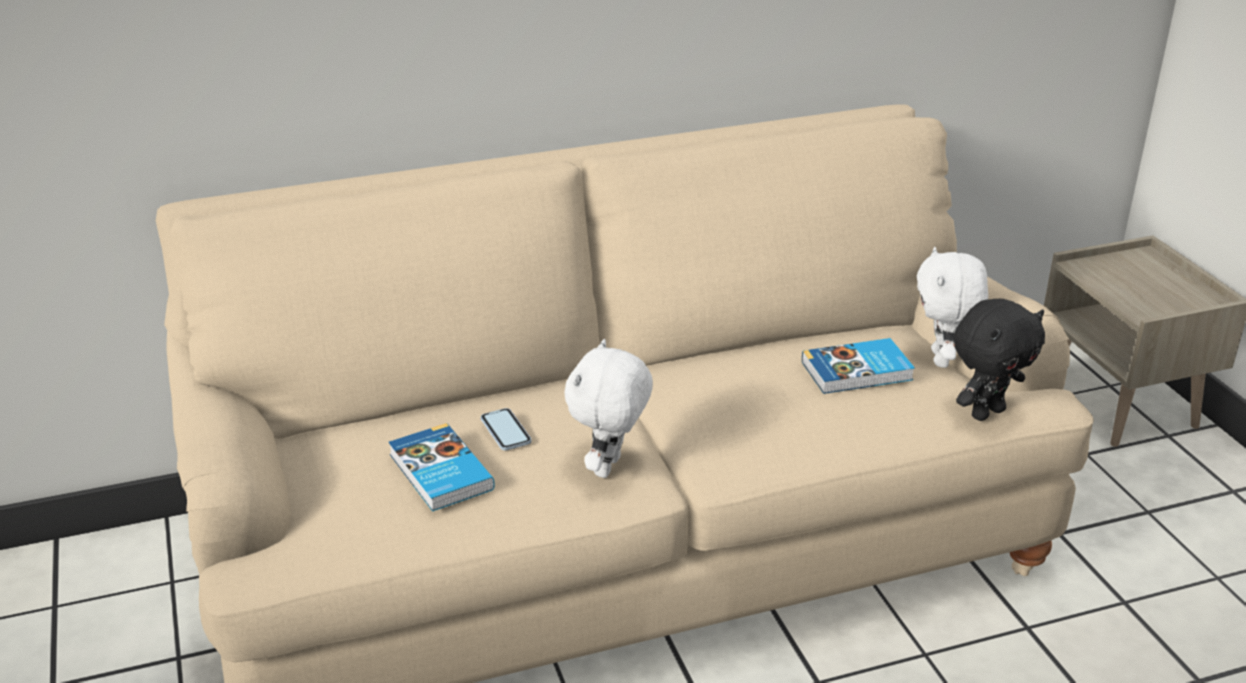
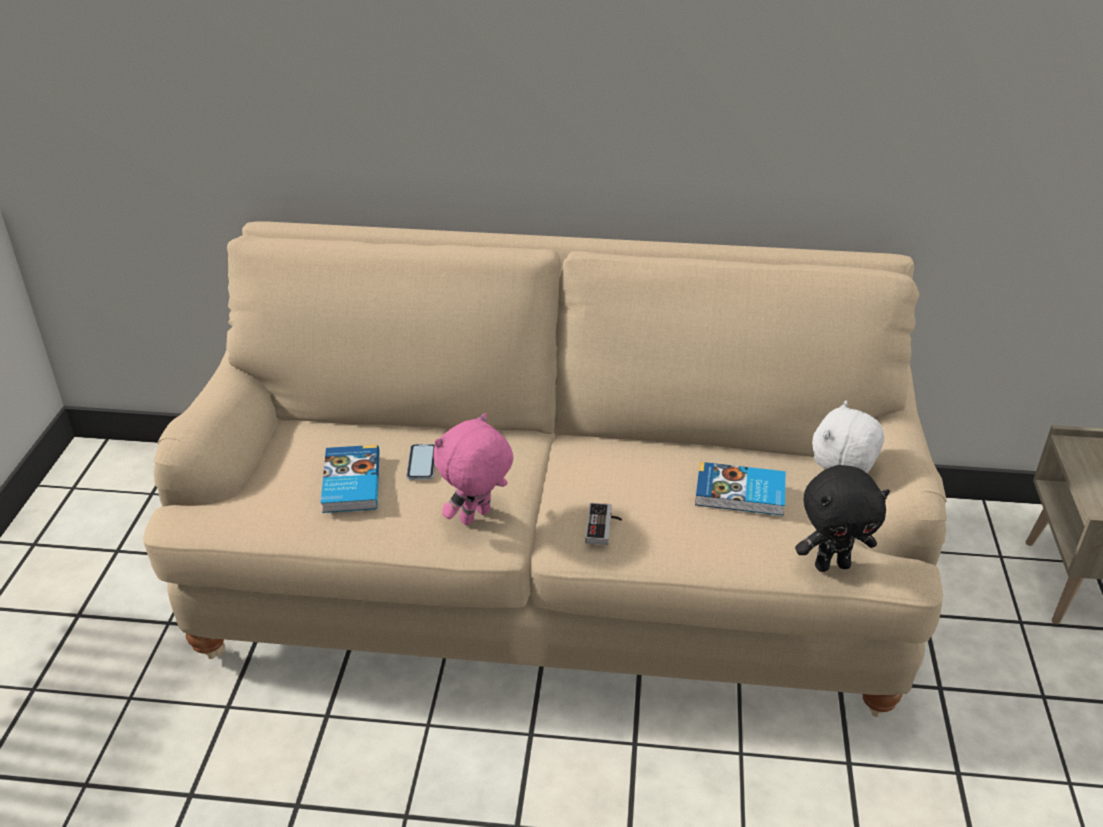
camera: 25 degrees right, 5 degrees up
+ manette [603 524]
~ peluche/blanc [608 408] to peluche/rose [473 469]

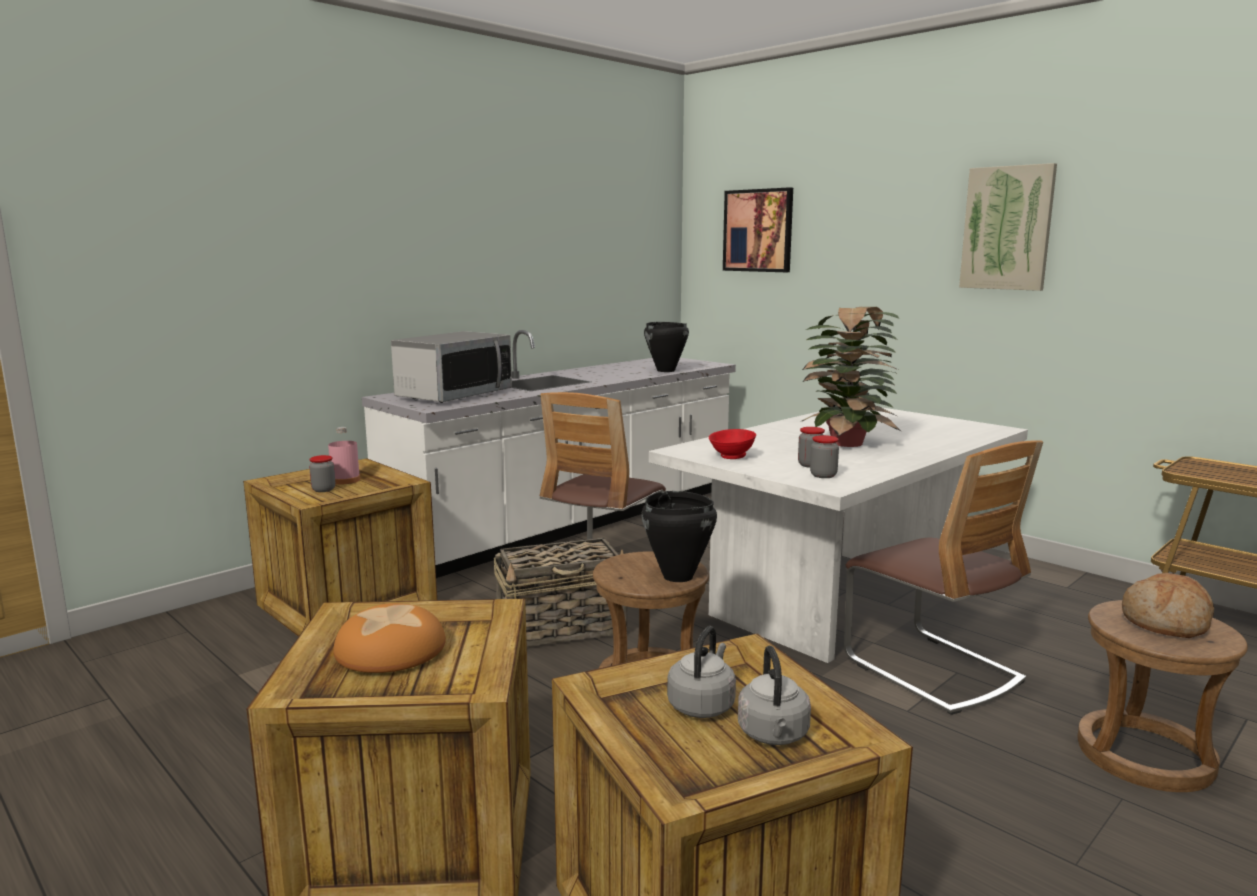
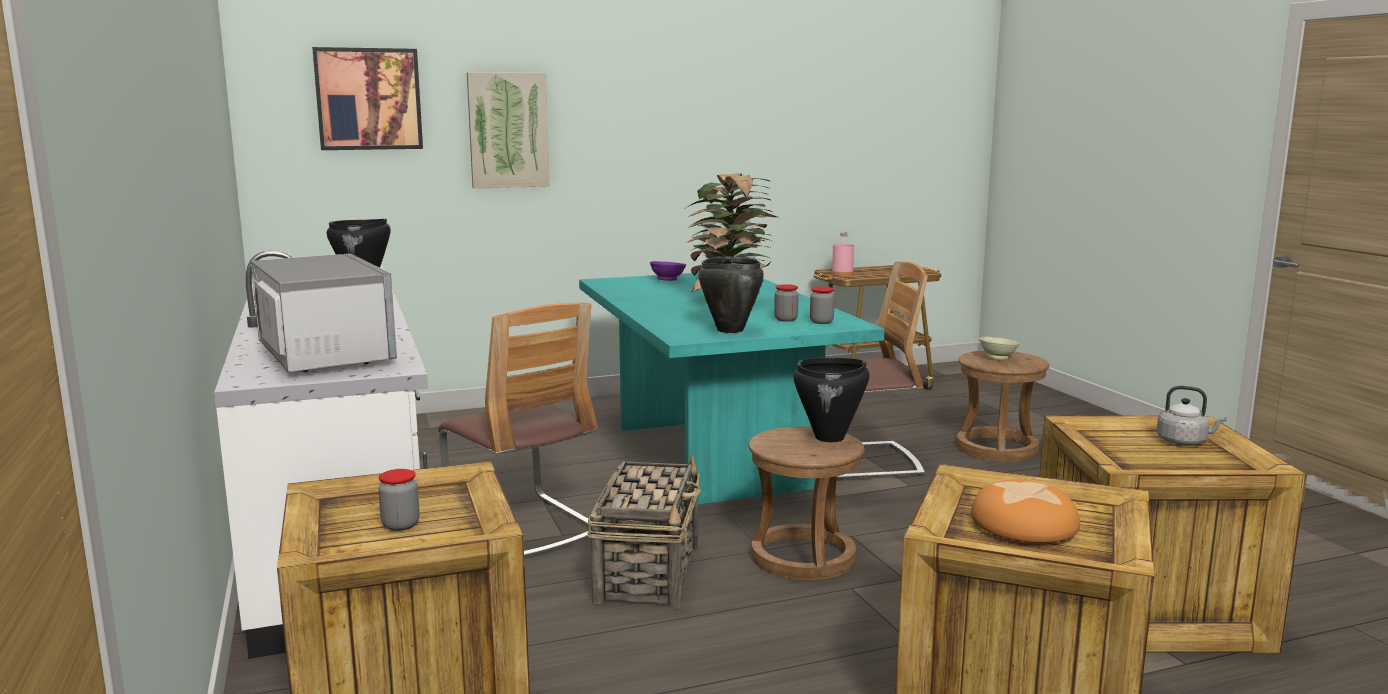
camera: 65 degrees left, 0 degrees up
- bouilloire/gris [701 672]
+ bol/violet [668 271]
~ bouteille/rose [344 455] to [843 254]
~ tableau [1008 227] to [508 130]
~ bol/rouge [732 444] to marmite/noir [731 294]
~ pain [1168 605] to bol/beige [999 348]
~ table à manger/blanc [838 535] to table à manger/turquoise [732 388]

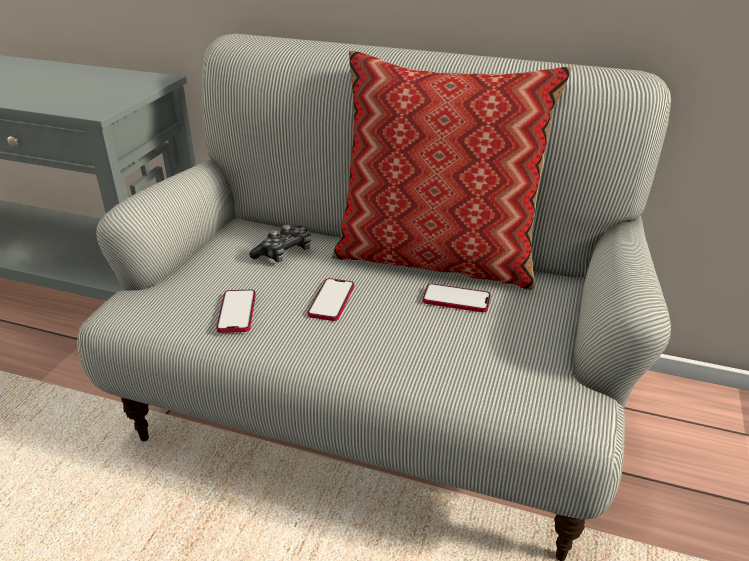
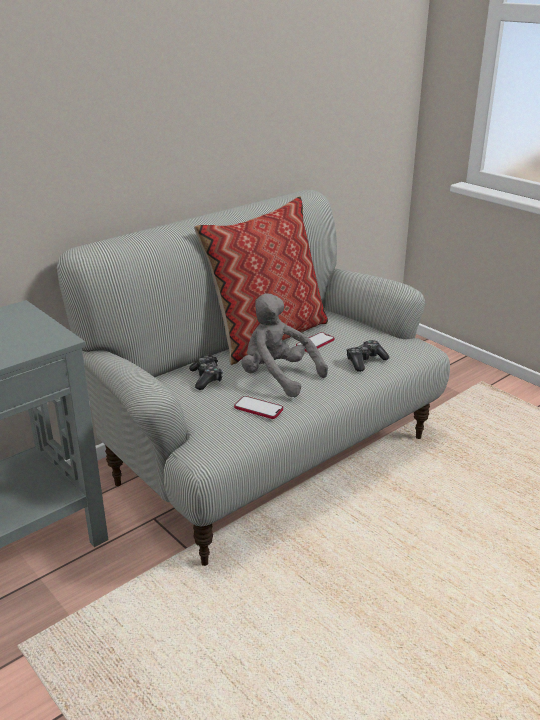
camera: 60 degrees left, 5 degrees down
+ manette [368 356]
~ téléphone [331 299] to peluche/gris [285 345]

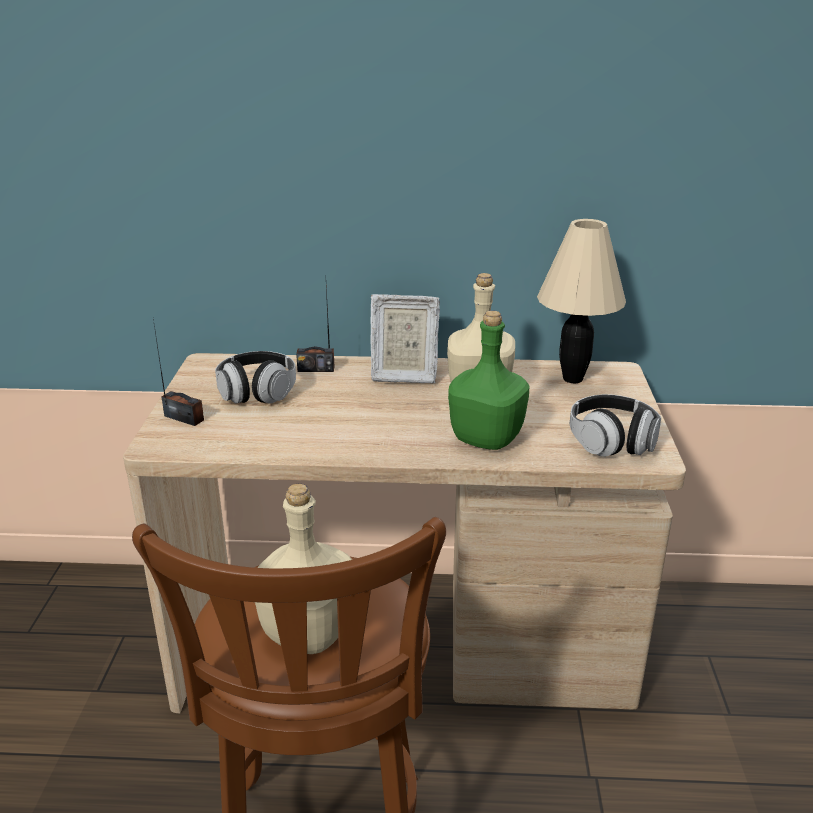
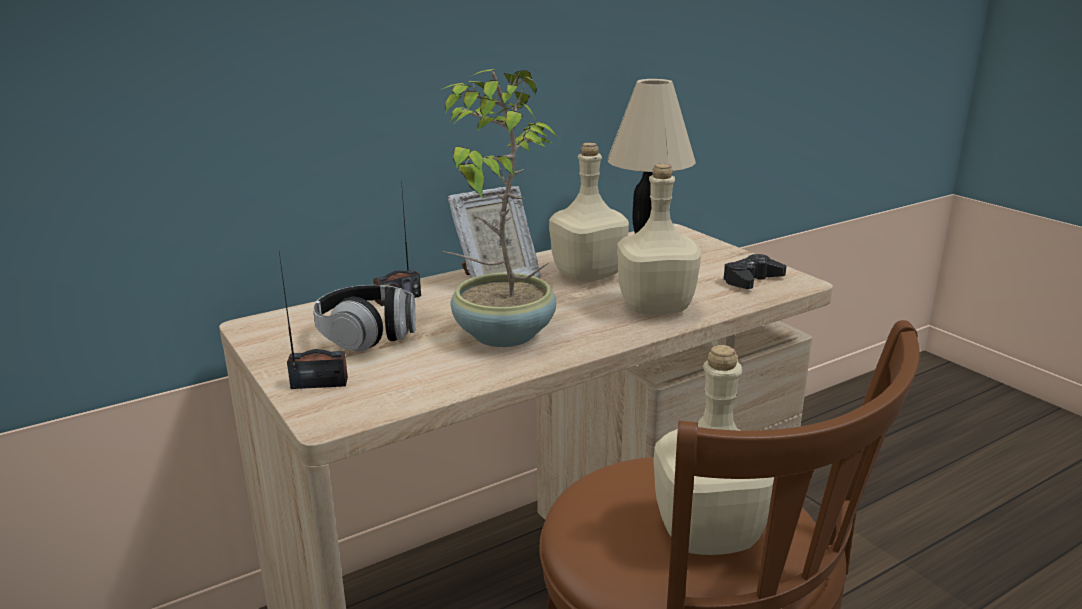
camera: 35 degrees left, 5 degrees down
+ plante en pot [499 208]
~ casque audio [615 425] to manette/noir [754 271]
~ bouteille/vert [489 380] to bouteille/beige [659 239]

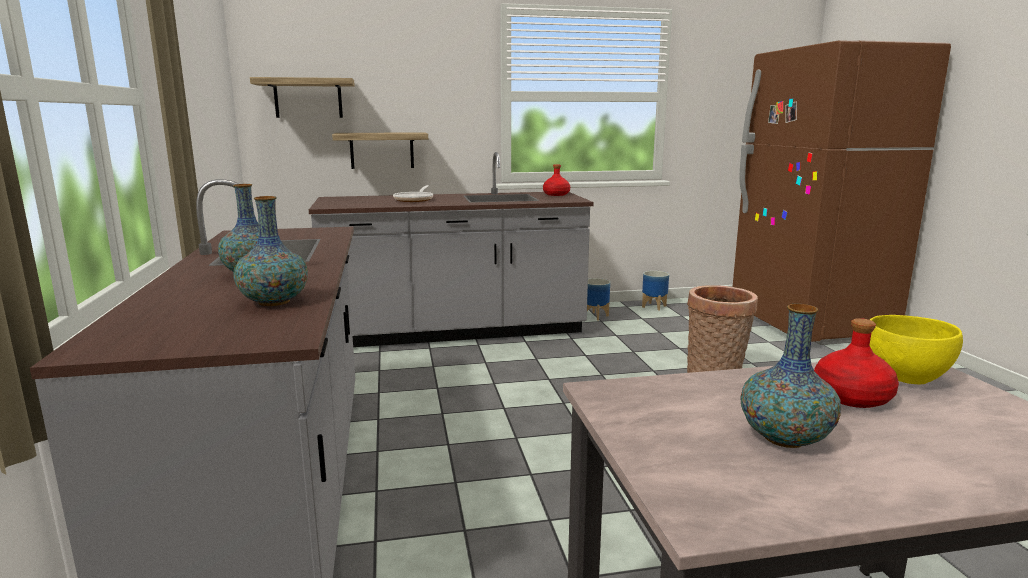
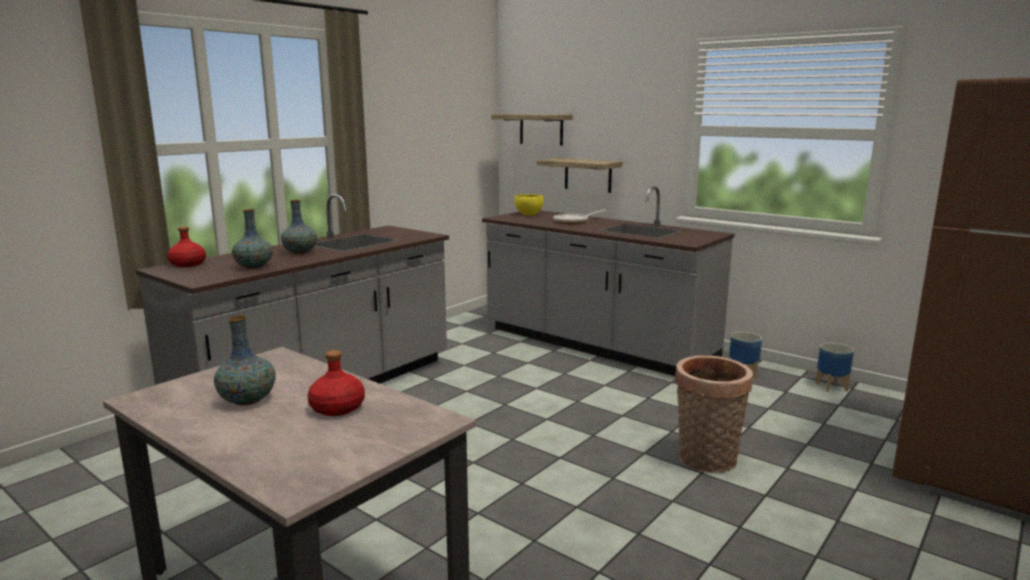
camera: 50 degrees right, 0 degrees up
~ bouteille/rouge [556 180] to [186 247]
~ bol/jaune [916 349] to [529 204]

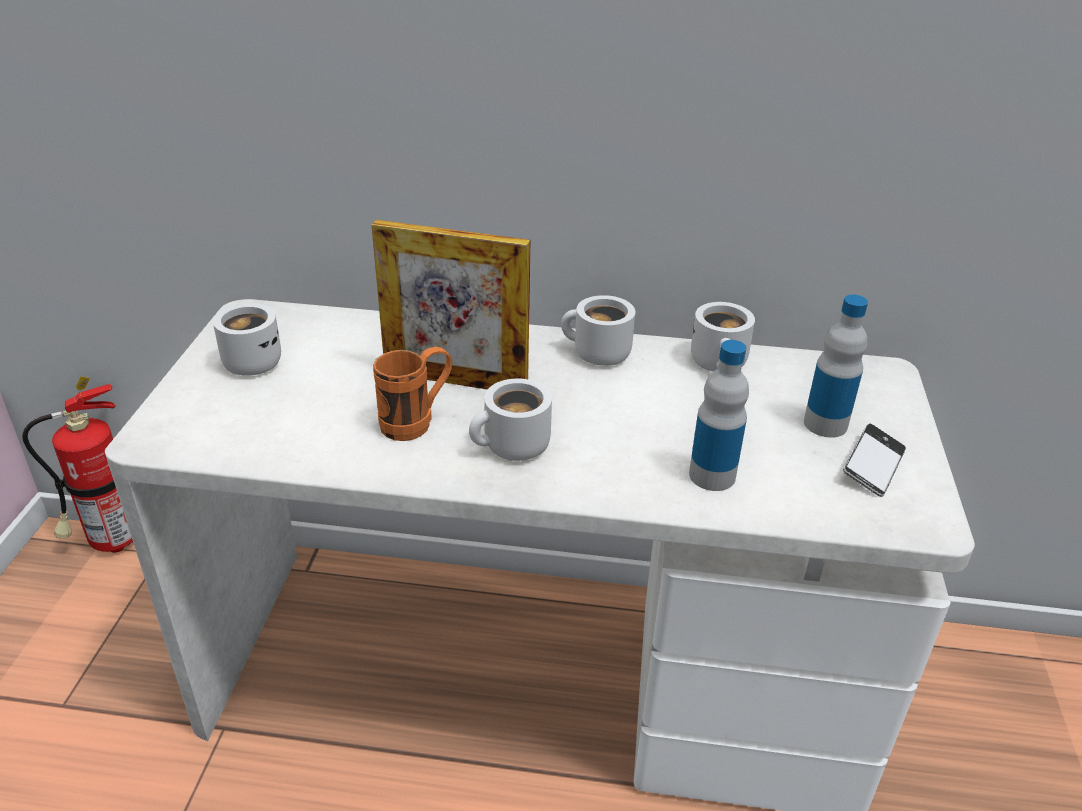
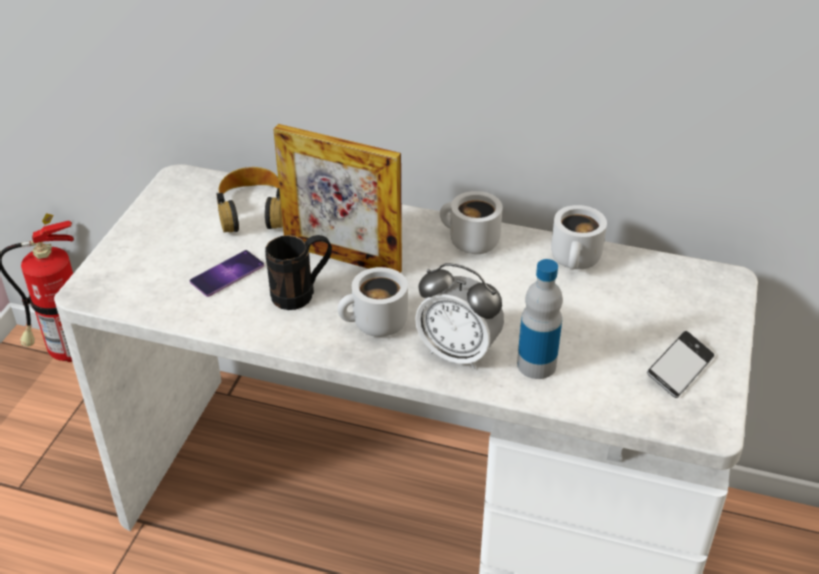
camera: 10 degrees right, 5 degrees up
- mug/blanc [247 339]
- bouteille [836 366]
+ téléphone [227 273]
+ casque audio [249 200]
+ réveil [459 316]
~ mug/orange [412 394] to mug/noir [298 272]

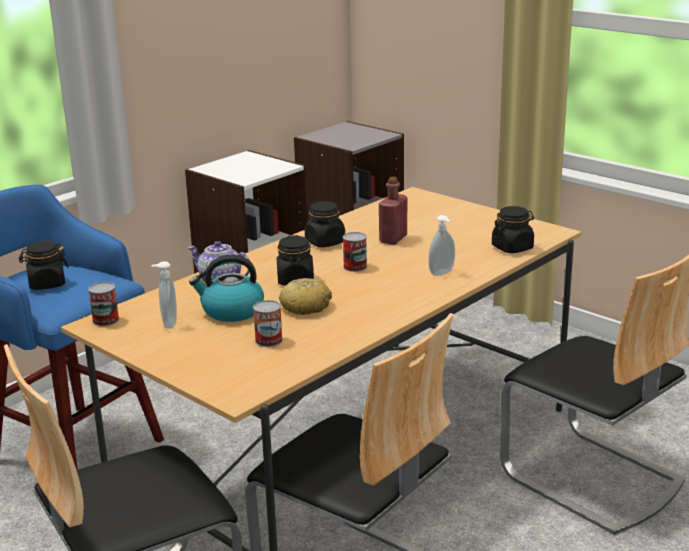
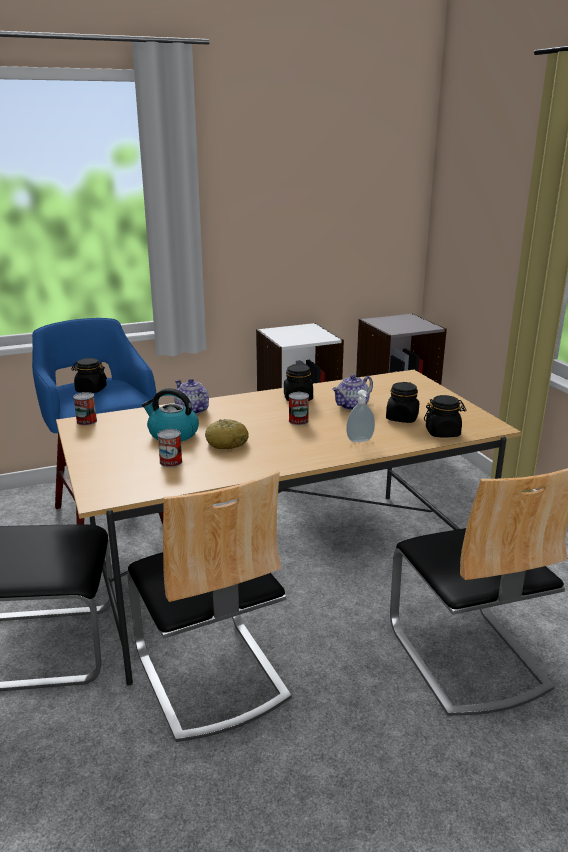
camera: 25 degrees right, 0 degrees up
- distributeur de savon [164 295]
~ bocal/noir [295 260] to [402 402]
~ bouteille/rouge [393 211] to théière [352 392]

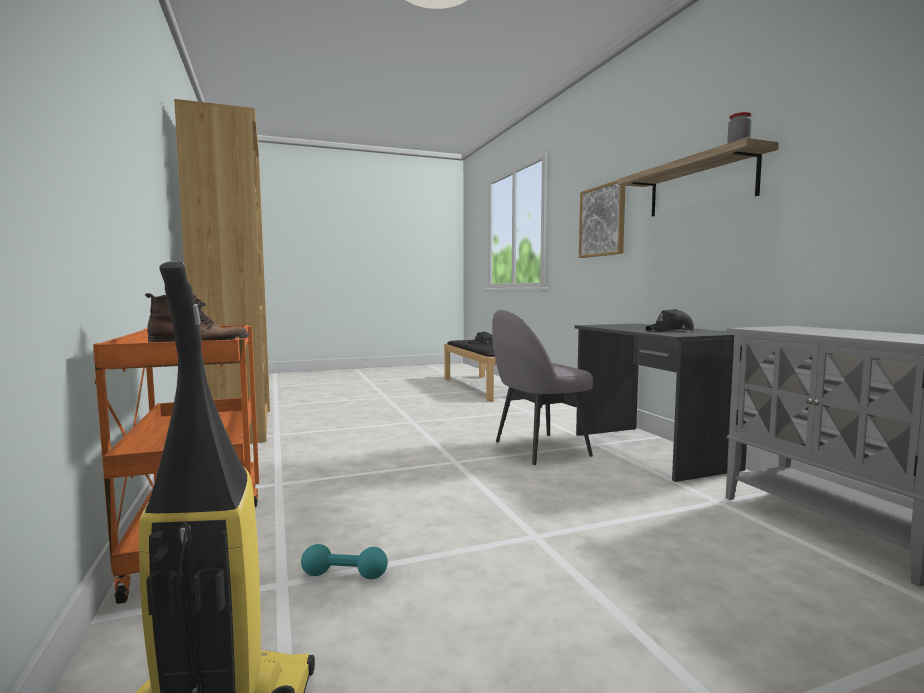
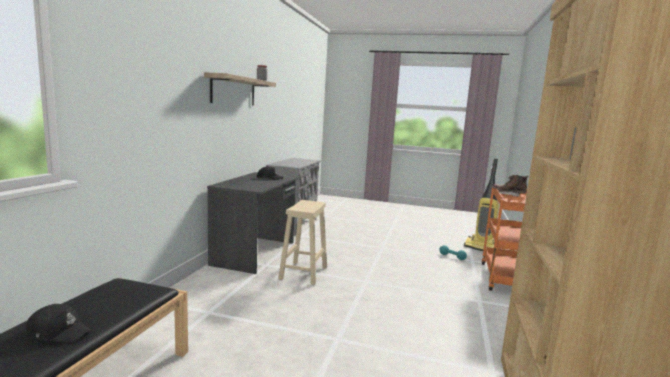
camera: 145 degrees left, 5 degrees up
- tableau [602 219]
~ chaise/gris [542 387] to tabouret/beige [302 242]

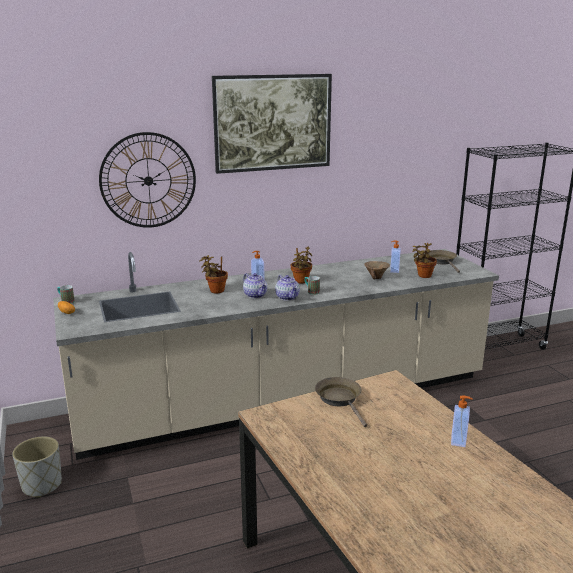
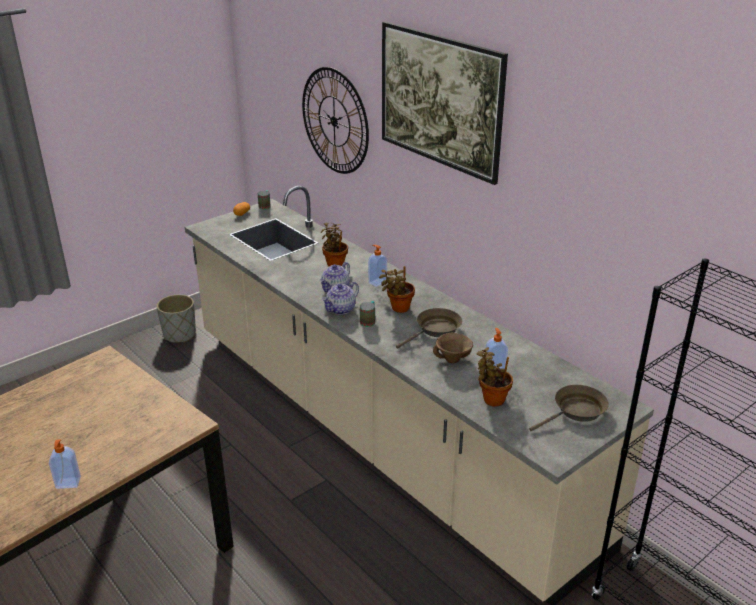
camera: 70 degrees right, 10 degrees up
~ poêle/marron [341 402] to [429 328]

